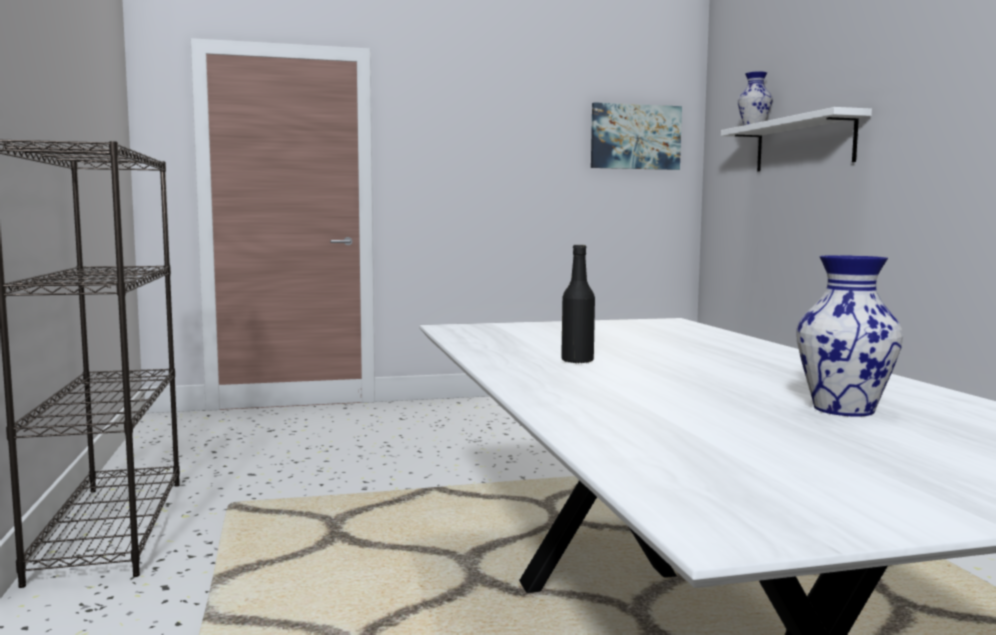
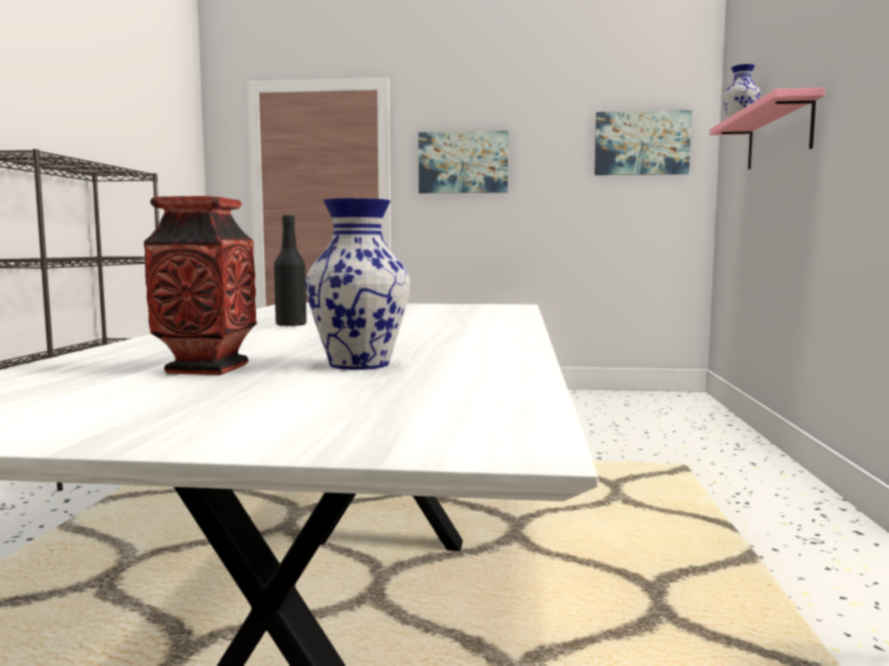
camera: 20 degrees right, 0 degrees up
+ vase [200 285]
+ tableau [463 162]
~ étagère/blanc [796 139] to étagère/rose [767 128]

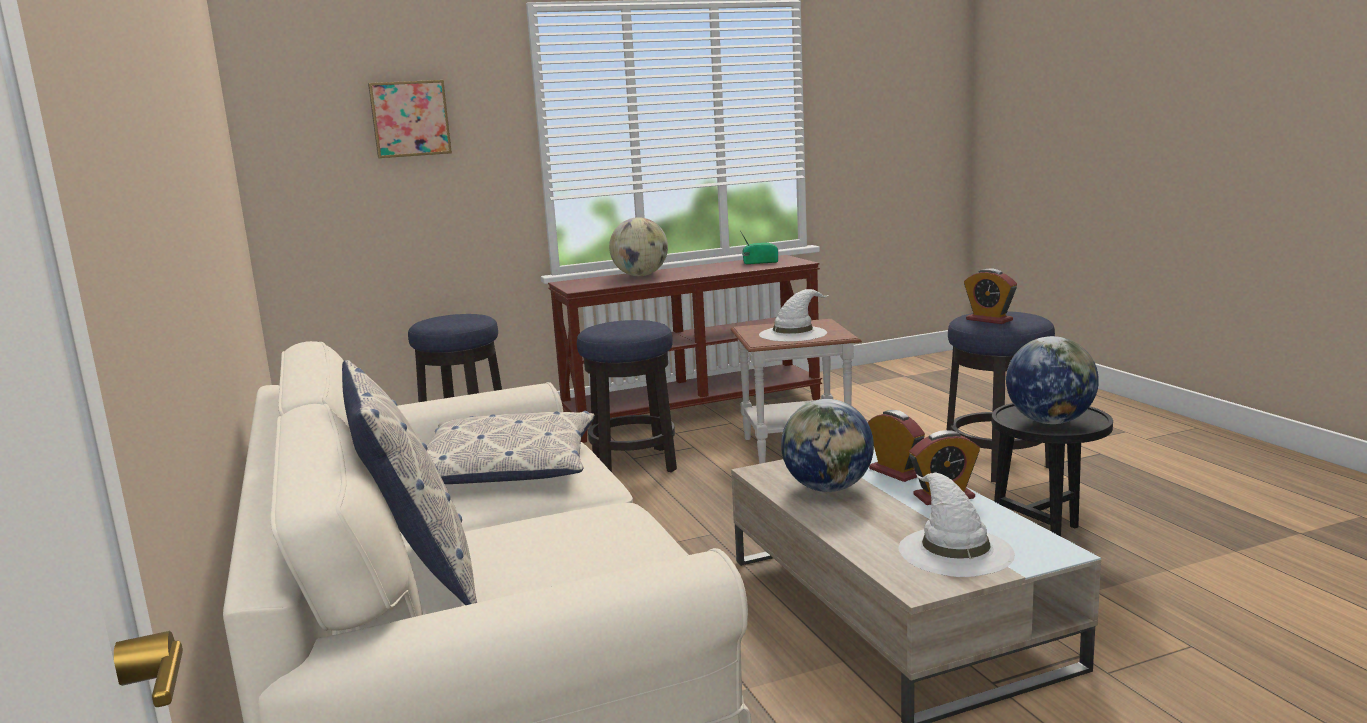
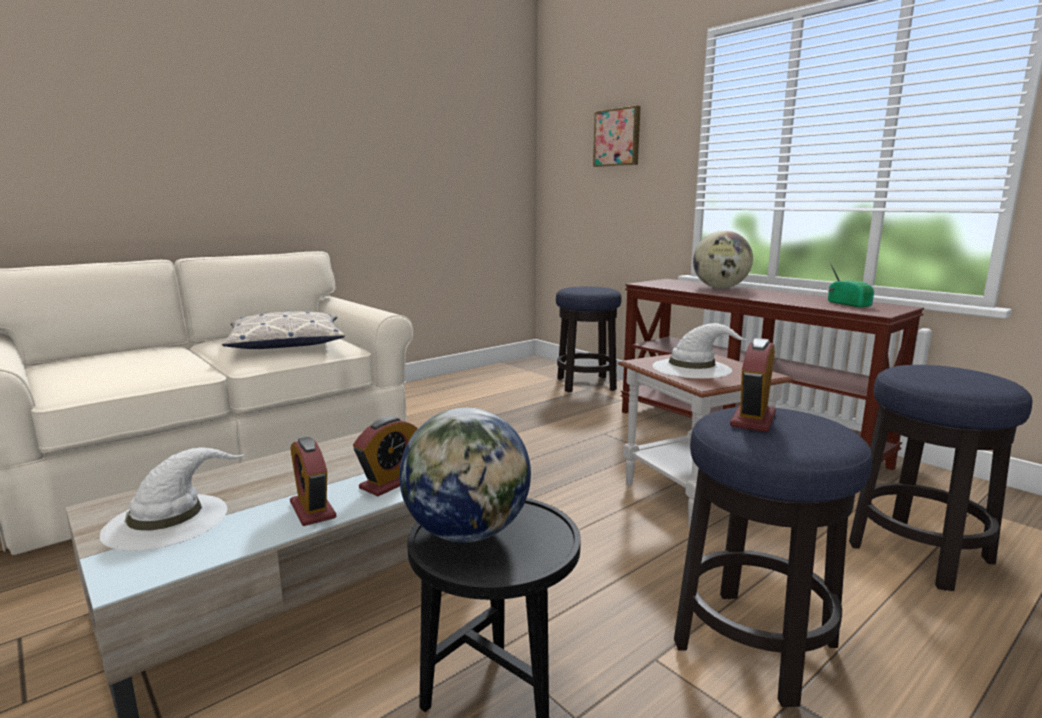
camera: 70 degrees right, 0 degrees up
- coussin [409 482]
- globe [827 445]
~ tabouret [627 396] to [940 478]

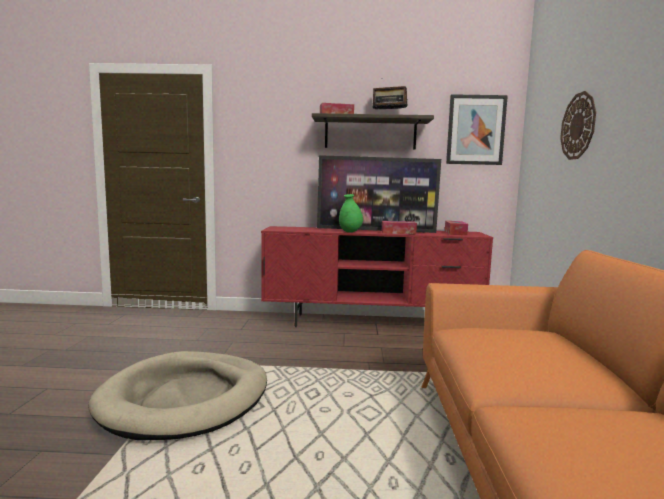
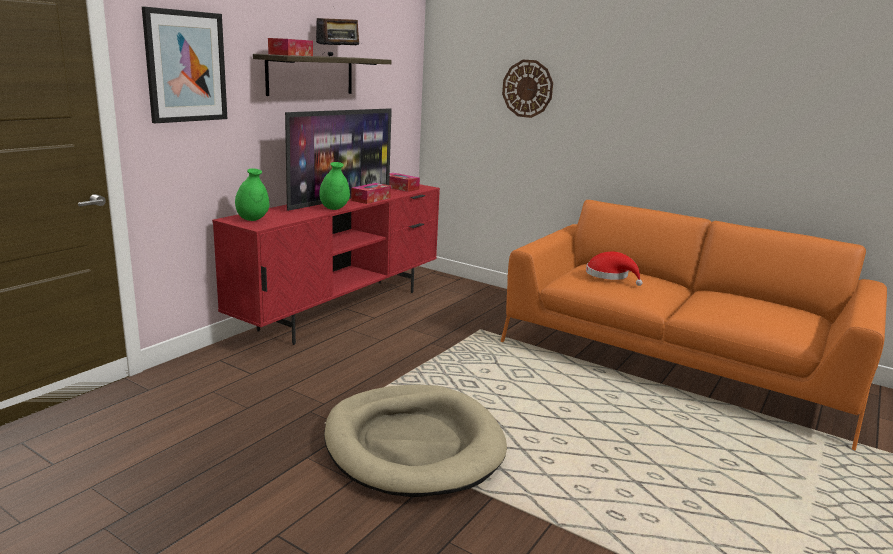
camera: 60 degrees left, 10 degrees up
+ vase/vert [252 194]
+ chapeau/rouge [614 269]
~ tableau [477 129] to [184 65]

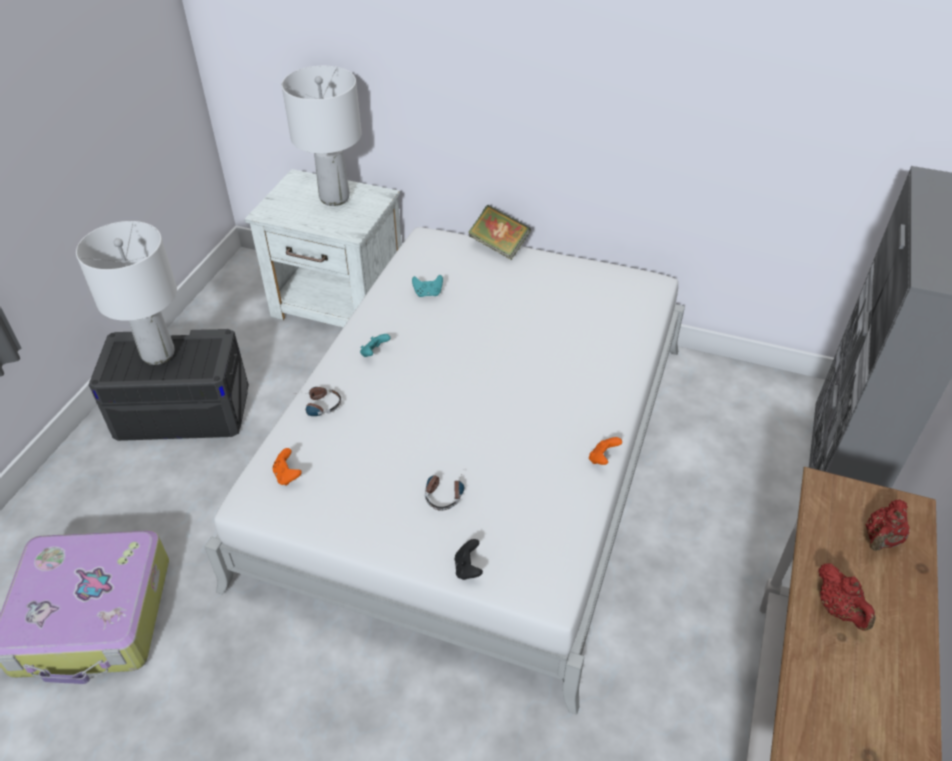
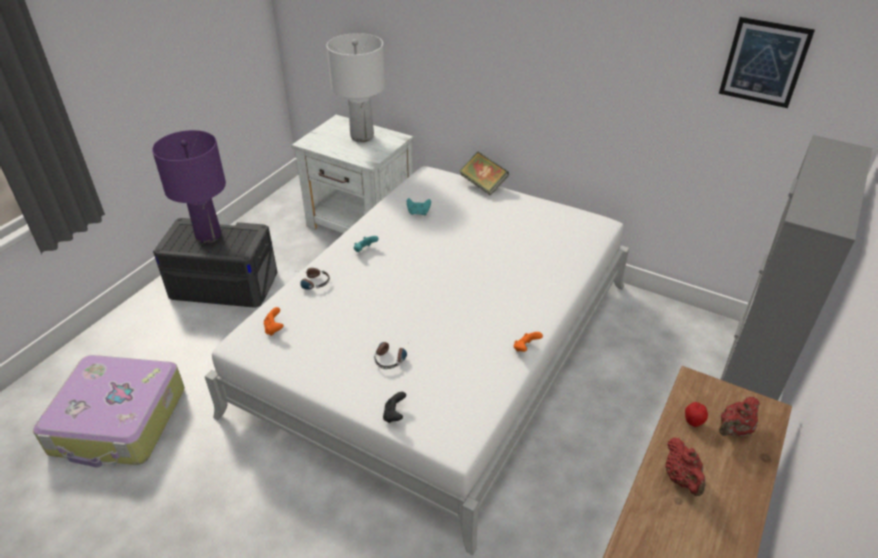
camera: 10 degrees right, 5 degrees down
+ pomme [696 414]
+ tableau [767 62]
~ lampe de table/blanc [126 293] to lampe de table/violet [189 186]

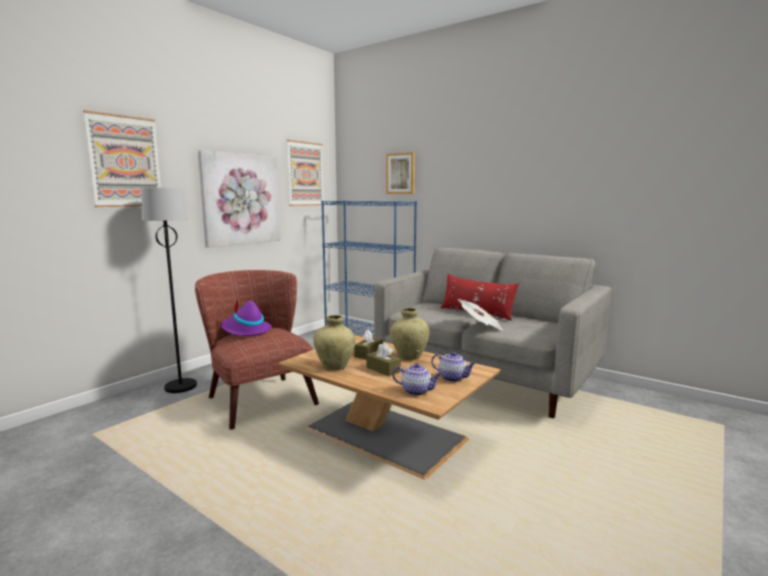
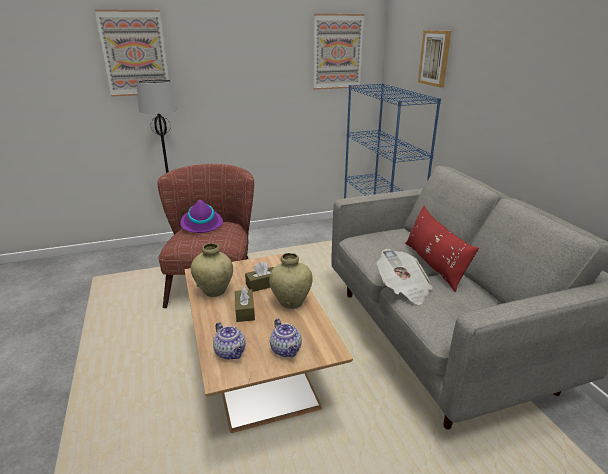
camera: 35 degrees right, 15 degrees up
- tableau [239 199]

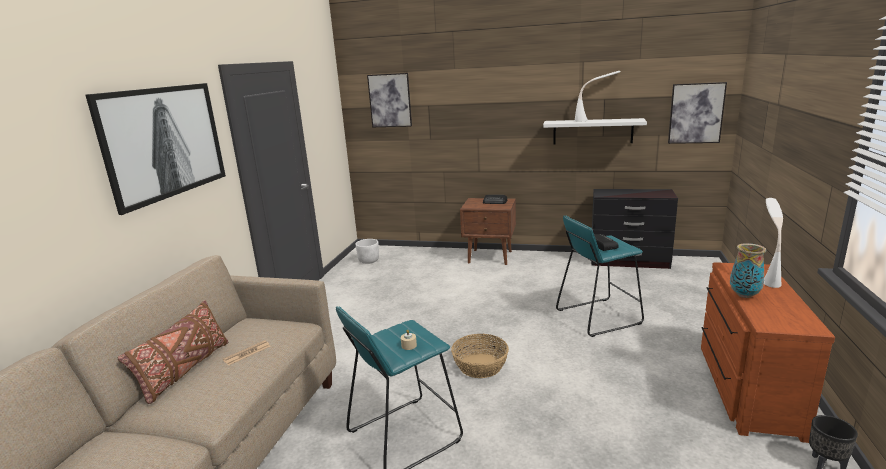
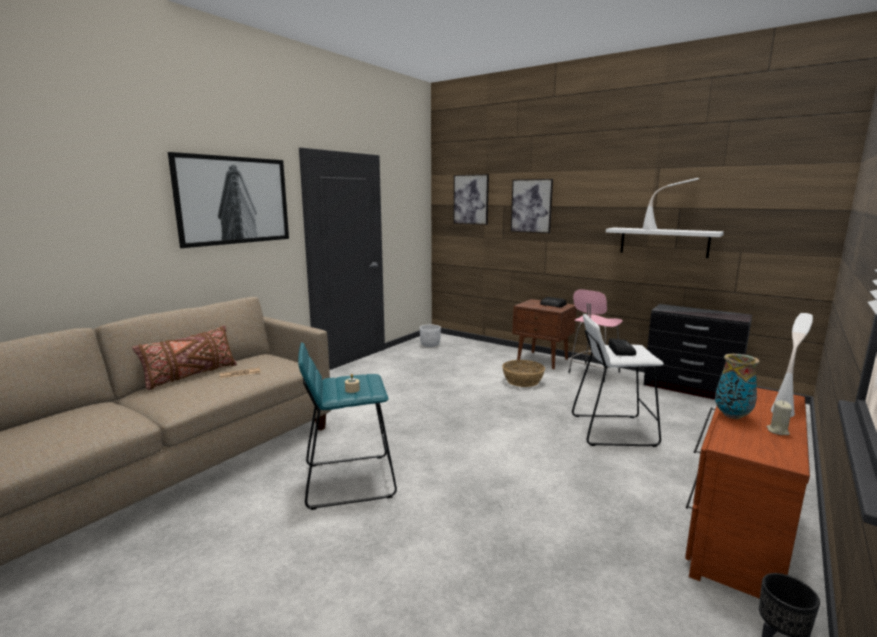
camera: 20 degrees right, 5 degrees down
+ tabouret/rose [595 335]
+ bougie/beige [779 418]
~ panier [480 356] to [523 373]
~ tableau [697 113] to [532 206]
~ tabouret/turquoise [600 276] to tabouret/blanc [618 380]

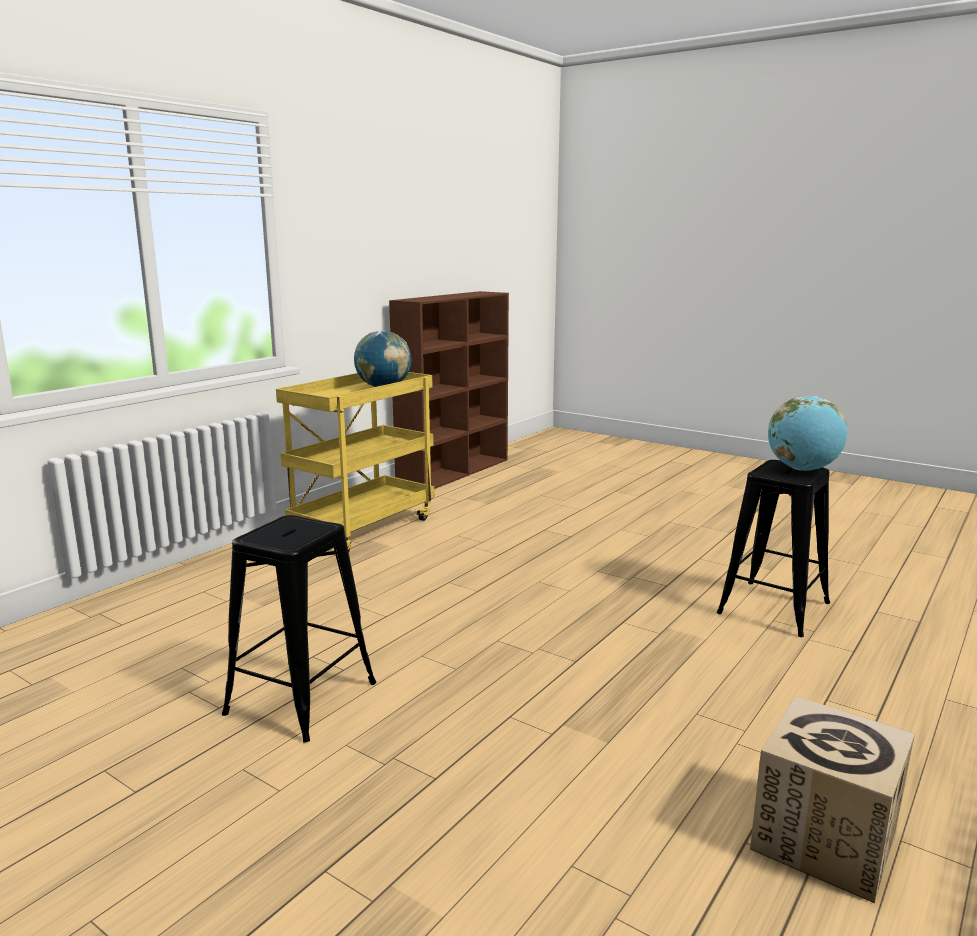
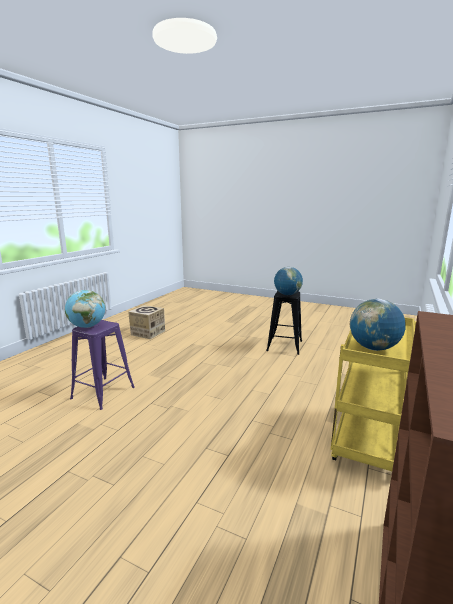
camera: 170 degrees right, 0 degrees up
+ globe [288 281]
~ tabouret/noir [773 548] to tabouret/violet [102 365]

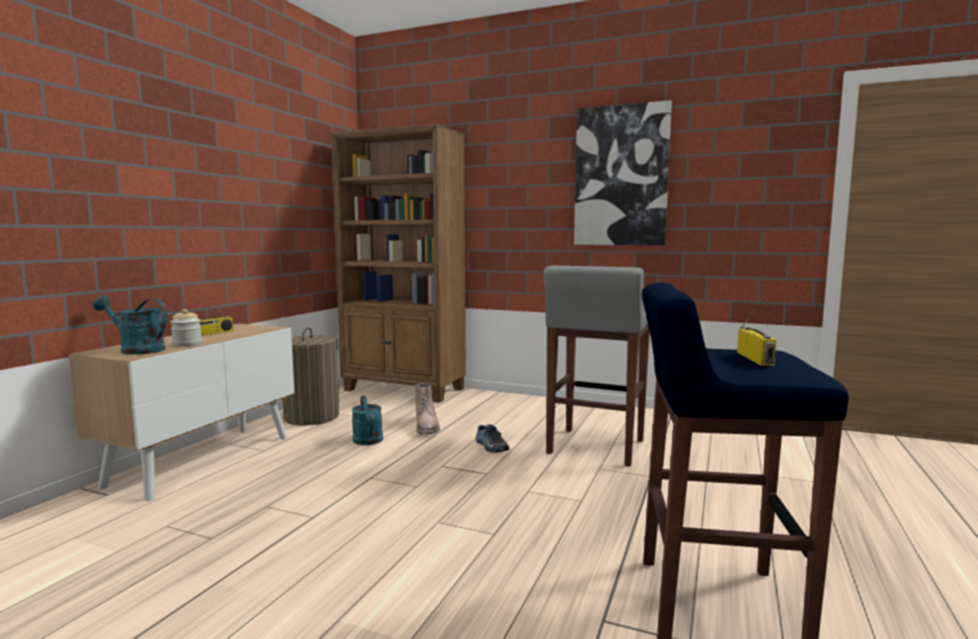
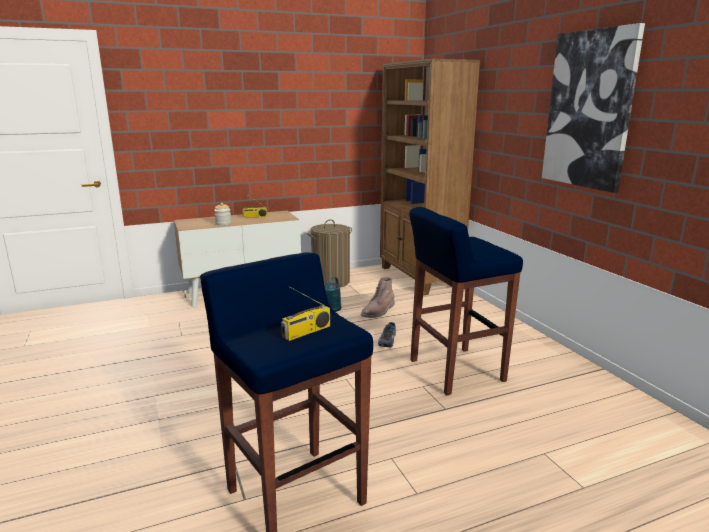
camera: 45 degrees right, 10 degrees up
- arrosoir/turquoise [130 325]
~ tabouret/gris [597 366] to tabouret/bleu [466 301]

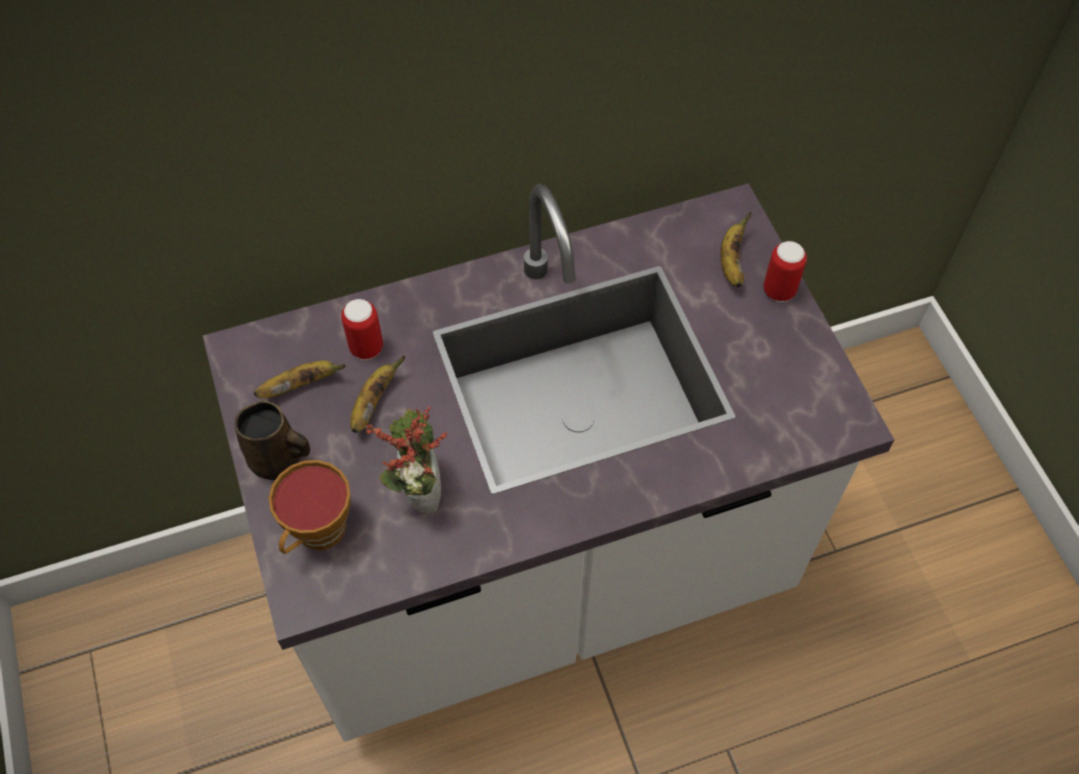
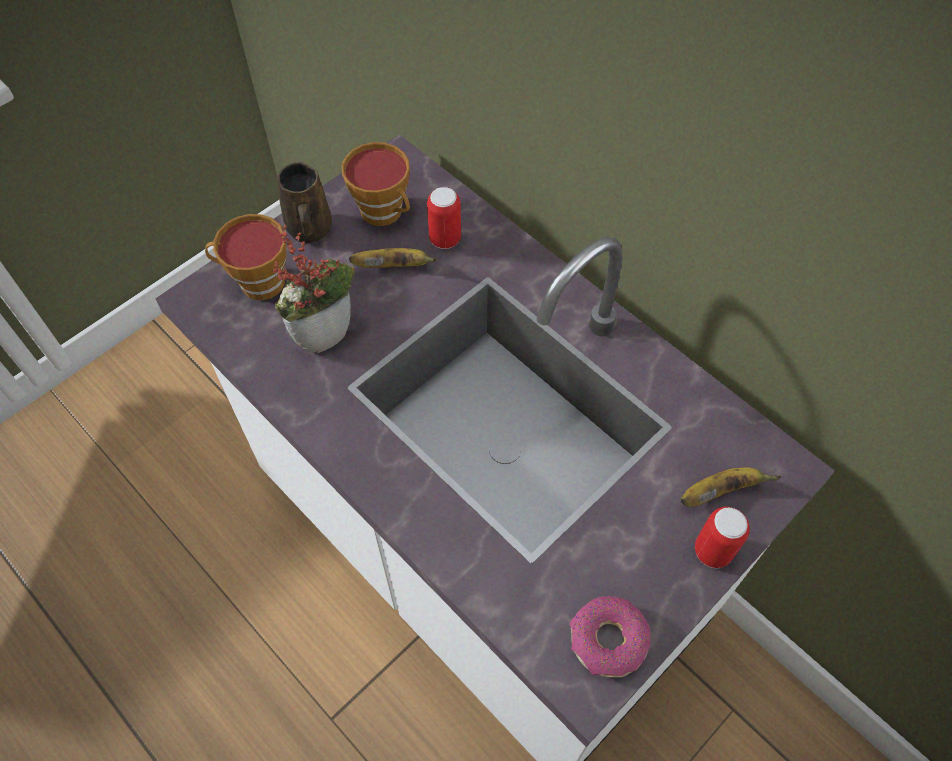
camera: 65 degrees right, 0 degrees up
+ beignet [610 637]
~ banane [300 379] to tasse [376 184]

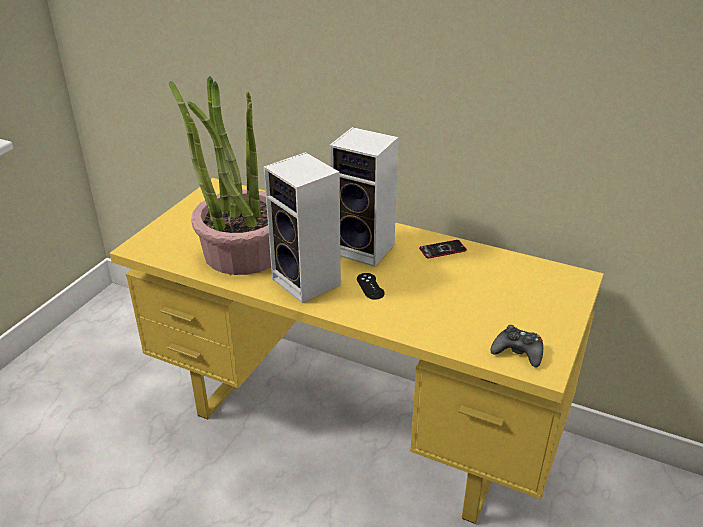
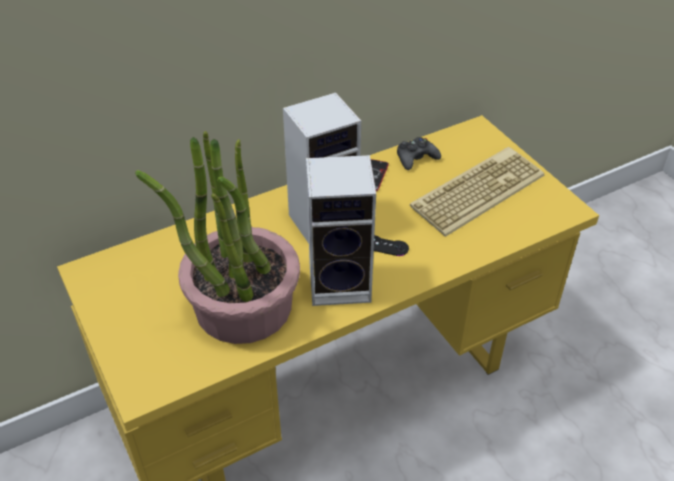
camera: 55 degrees left, 10 degrees up
+ clavier [477 192]
~ manette/noir [516 346] to [419 153]

